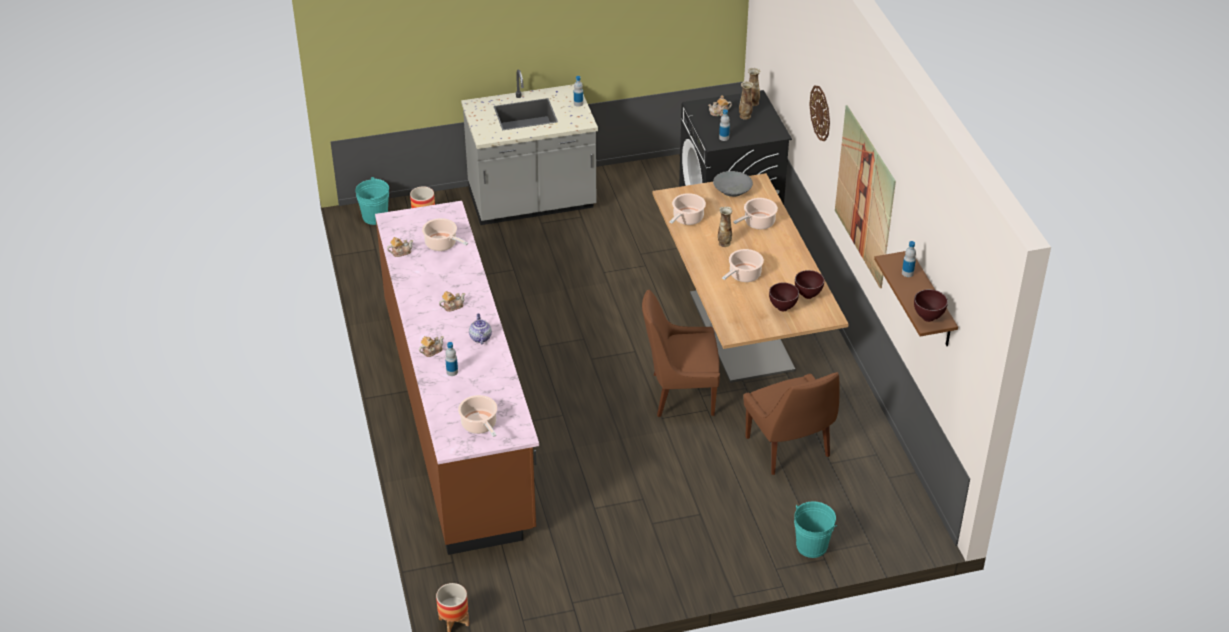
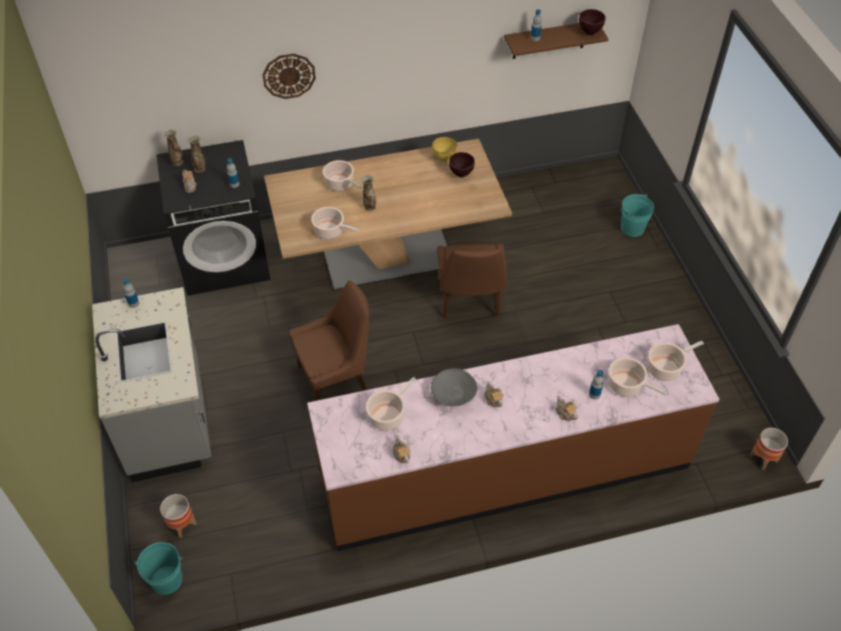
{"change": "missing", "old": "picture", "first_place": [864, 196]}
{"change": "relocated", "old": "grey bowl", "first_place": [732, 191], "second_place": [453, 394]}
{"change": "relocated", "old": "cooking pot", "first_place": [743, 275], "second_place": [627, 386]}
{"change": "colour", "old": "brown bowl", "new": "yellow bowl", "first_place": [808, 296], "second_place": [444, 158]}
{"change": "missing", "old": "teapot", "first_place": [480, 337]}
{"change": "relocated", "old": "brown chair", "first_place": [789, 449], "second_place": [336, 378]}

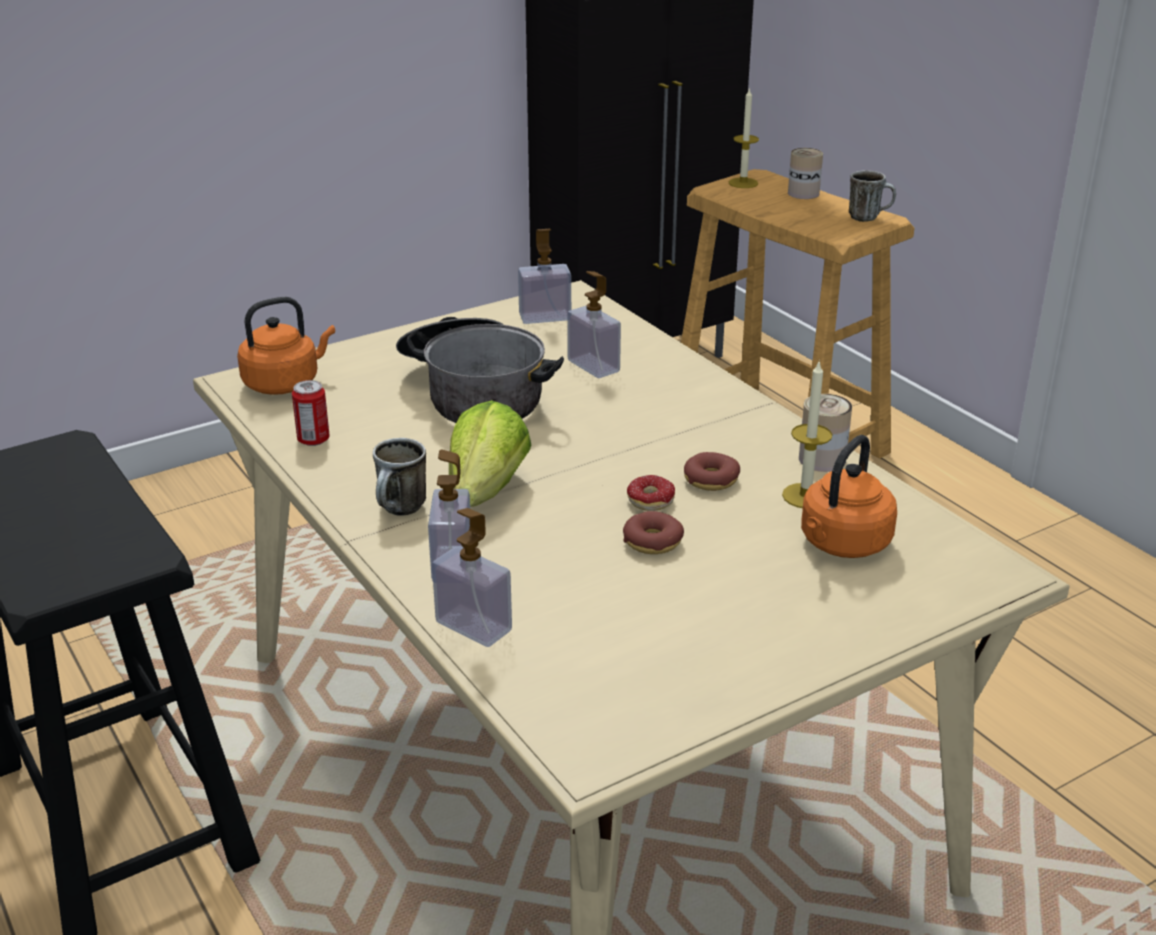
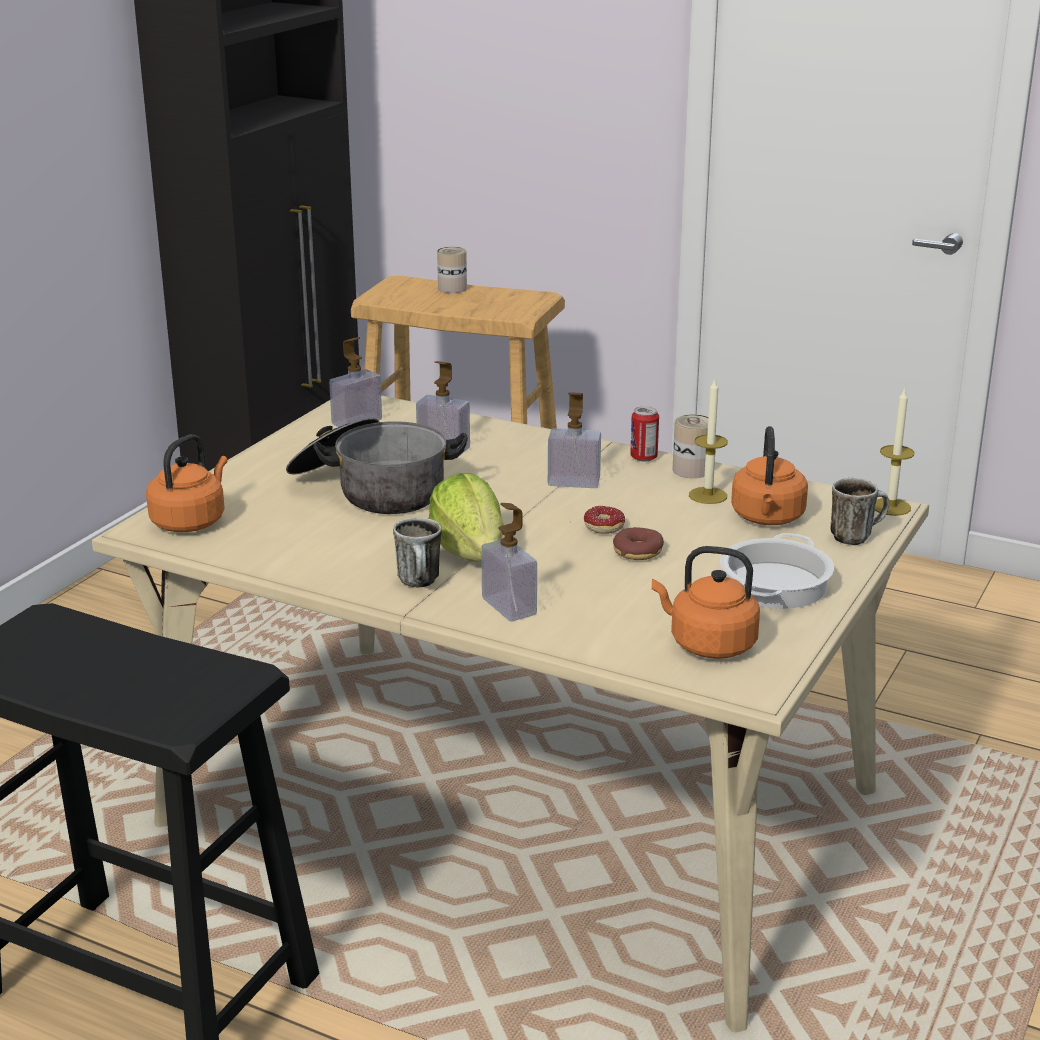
{"change": "relocated", "old": "candle", "first_place": [743, 183], "second_place": [891, 507]}
{"change": "relocated", "old": "mug", "first_place": [869, 217], "second_place": [856, 536]}
{"change": "relocated", "old": "can", "first_place": [313, 440], "second_place": [643, 457]}
{"change": "missing", "old": "donut", "first_place": [711, 480]}
{"change": "relocated", "old": "soap dispenser", "first_place": [473, 626], "second_place": [573, 482]}
{"change": "appeared", "new": "cooking pot", "second_place": [776, 585]}
{"change": "appeared", "new": "orange kettle", "second_place": [708, 644]}

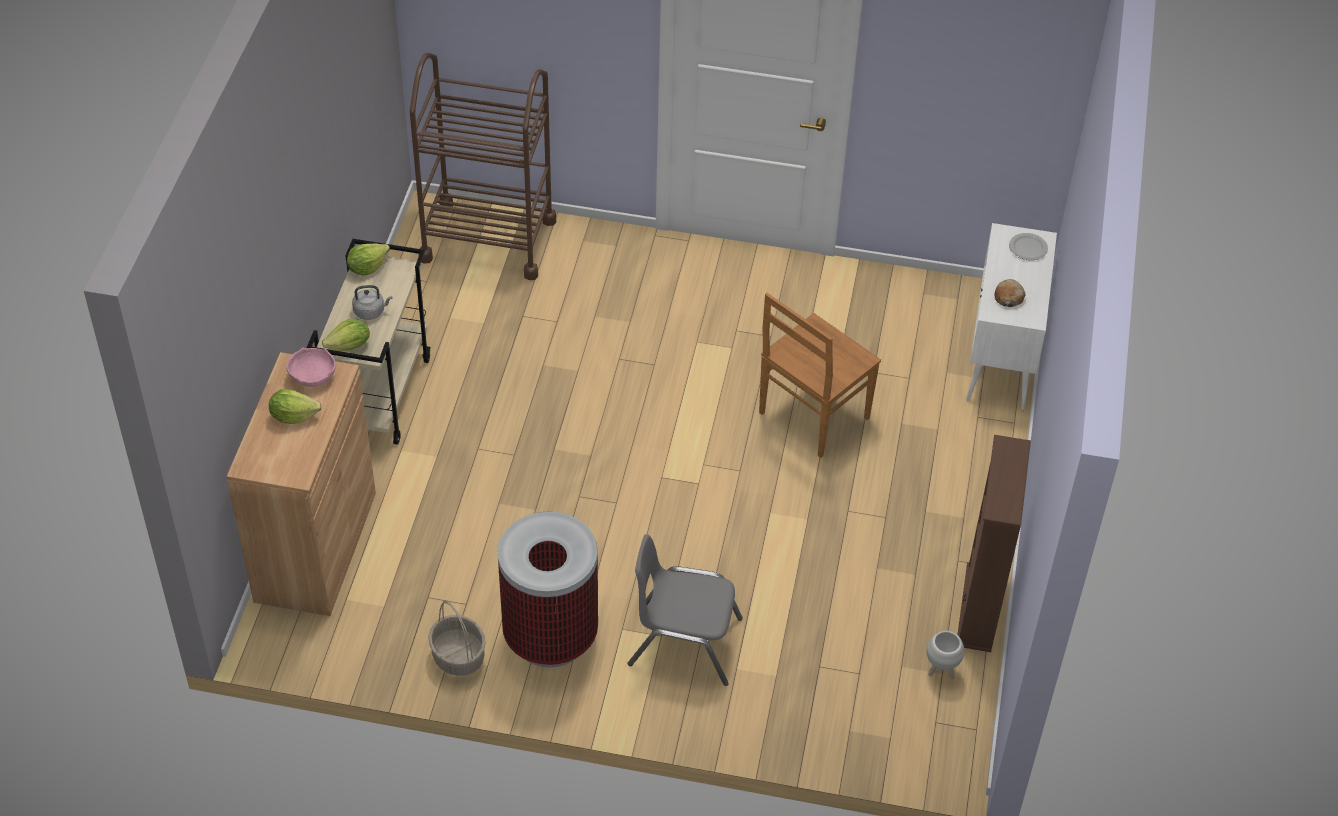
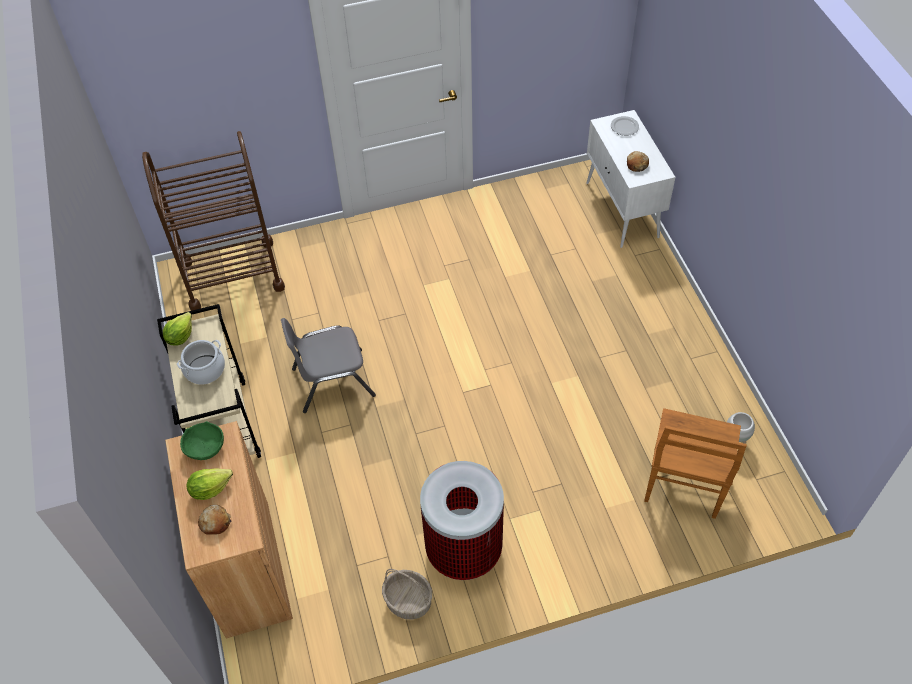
{"change": "exchanged", "old": "grey kettle", "new": "cooking pot", "first_place": [371, 311], "second_place": [205, 369]}
{"change": "relocated", "old": "brown chair", "first_place": [811, 417], "second_place": [683, 485]}
{"change": "missing", "old": "lettuce", "first_place": [350, 346]}
{"change": "colour", "old": "pink bowl", "new": "green bowl", "first_place": [313, 376], "second_place": [205, 447]}
{"change": "missing", "old": "brown bookcase", "first_place": [979, 607]}
{"change": "relocated", "old": "grey chair", "first_place": [684, 642], "second_place": [332, 381]}
{"change": "appeared", "new": "bread", "second_place": [215, 522]}

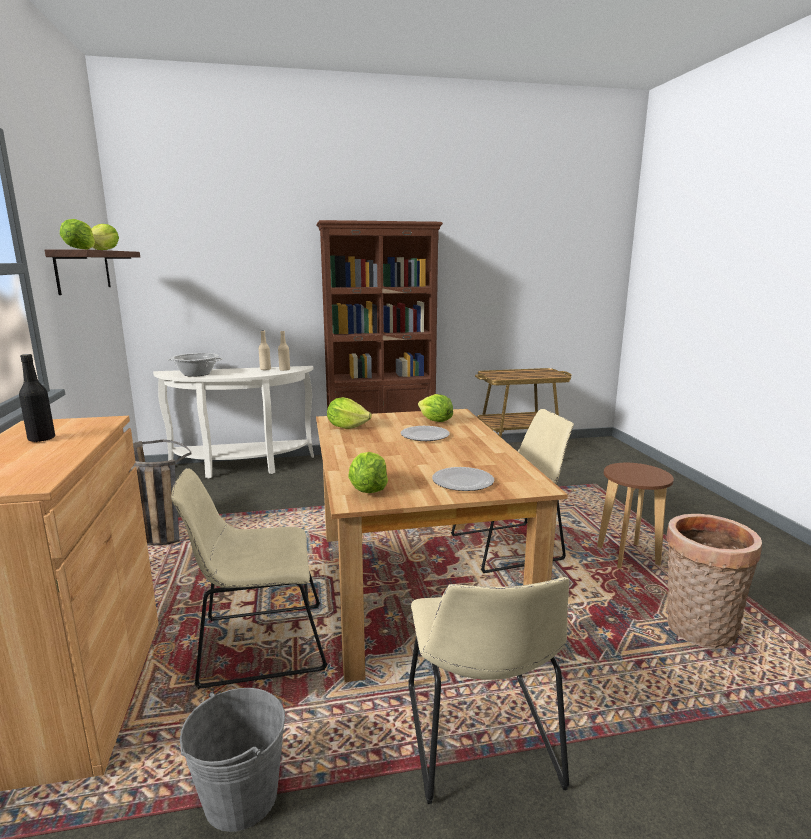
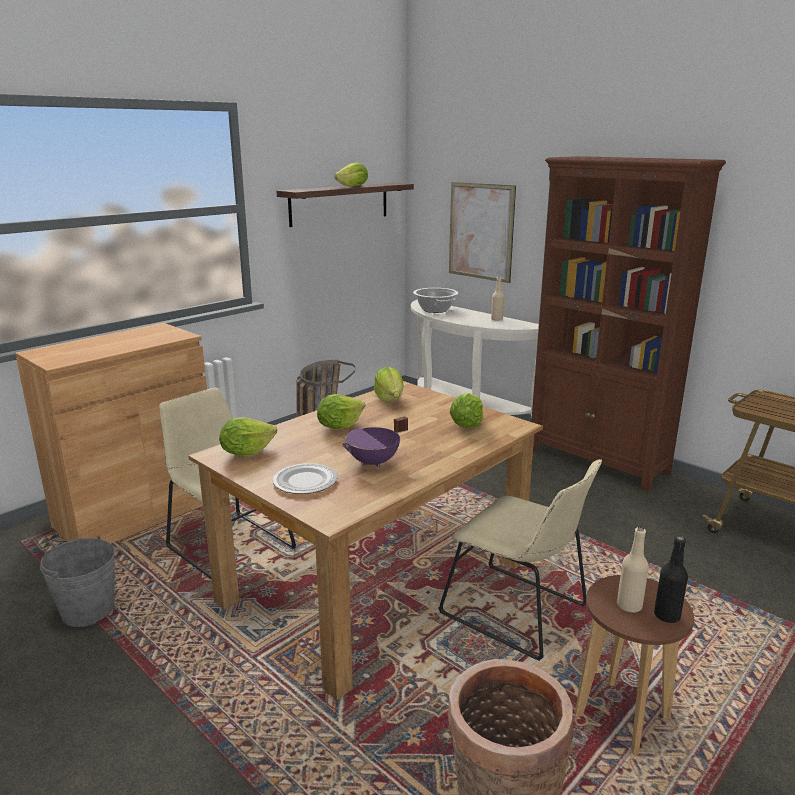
{"change": "relocated", "old": "lettuce", "first_place": [80, 249], "second_place": [339, 426]}
{"change": "relocated", "old": "beige bottle", "first_place": [284, 370], "second_place": [629, 606]}
{"change": "relocated", "old": "black bottle", "first_place": [41, 439], "second_place": [667, 616]}
{"change": "missing", "old": "plate", "first_place": [425, 435]}
{"change": "missing", "old": "beige chair", "first_place": [481, 740]}
{"change": "appeared", "new": "picture", "second_place": [480, 231]}
{"change": "appeared", "new": "purple cooking pot", "second_place": [374, 463]}

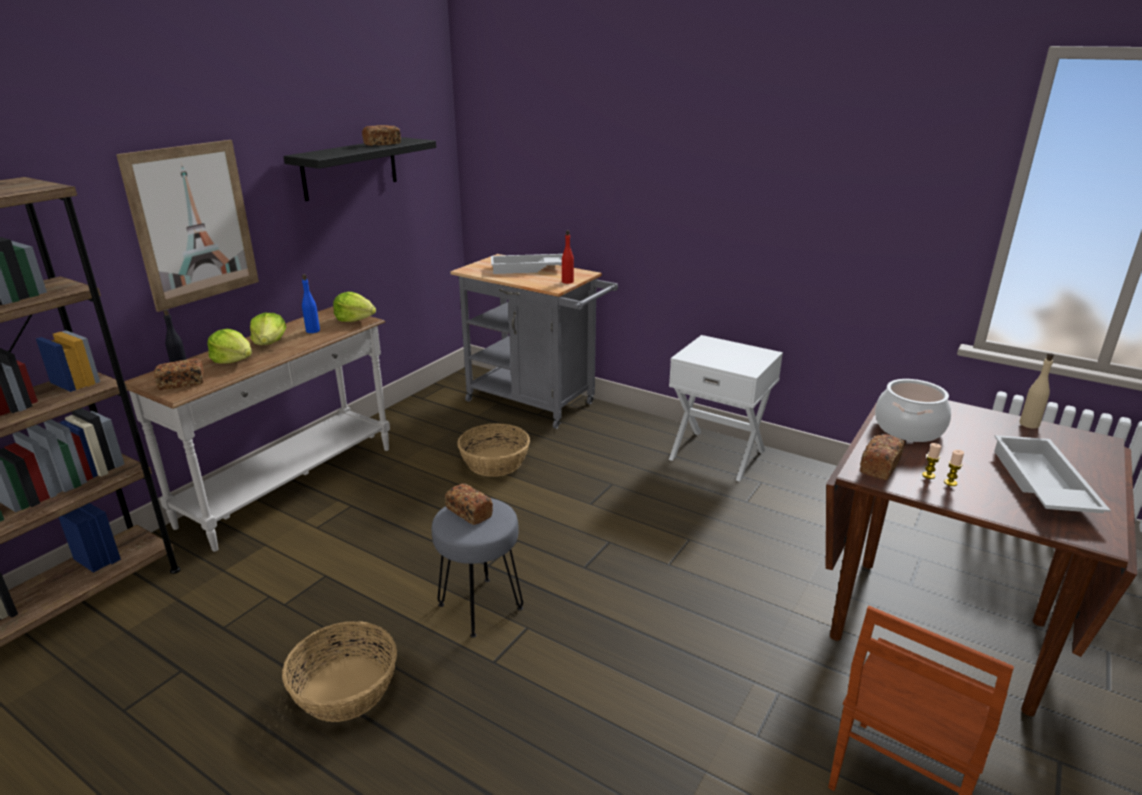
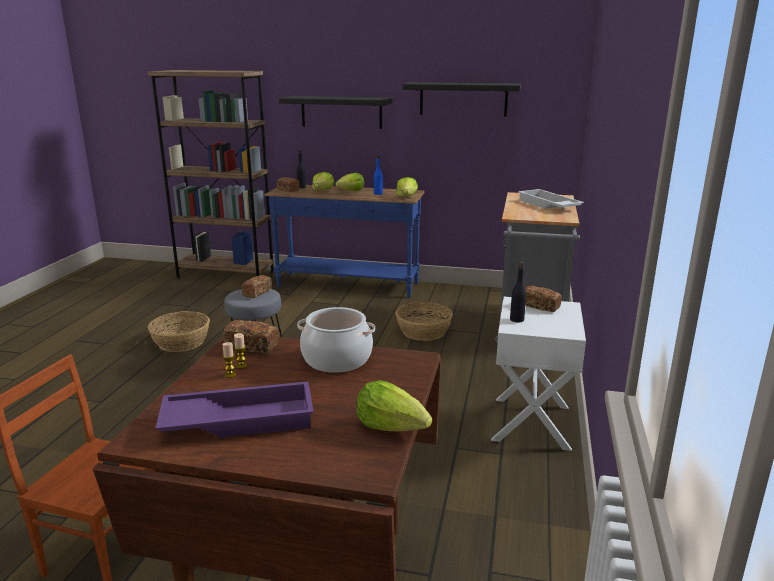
{"change": "relocated", "old": "bread", "first_place": [382, 144], "second_place": [540, 306]}
{"change": "exchanged", "old": "picture", "new": "black shelf", "first_place": [193, 224], "second_place": [341, 112]}
{"change": "missing", "old": "red bottle", "first_place": [567, 282]}
{"change": "colour", "old": "white console table", "new": "blue console table", "first_place": [291, 486], "second_place": [347, 285]}
{"change": "exchanged", "old": "beige bottle", "new": "lettuce", "first_place": [1029, 424], "second_place": [392, 426]}
{"change": "colour", "old": "white tray", "new": "purple tray", "first_place": [1039, 484], "second_place": [240, 419]}
{"change": "appeared", "new": "black bottle", "second_place": [516, 319]}

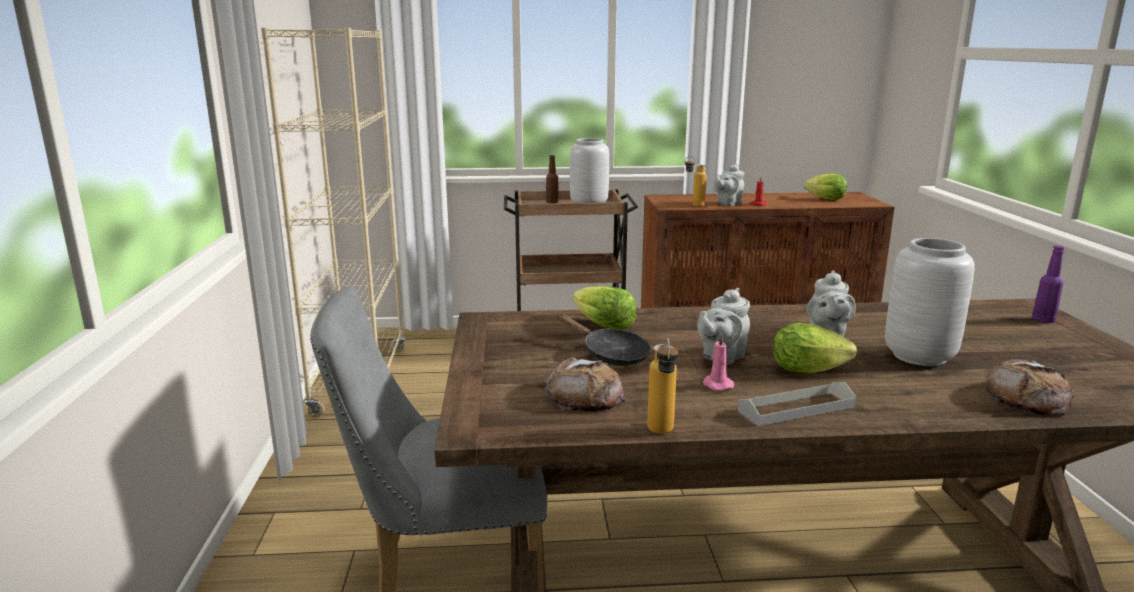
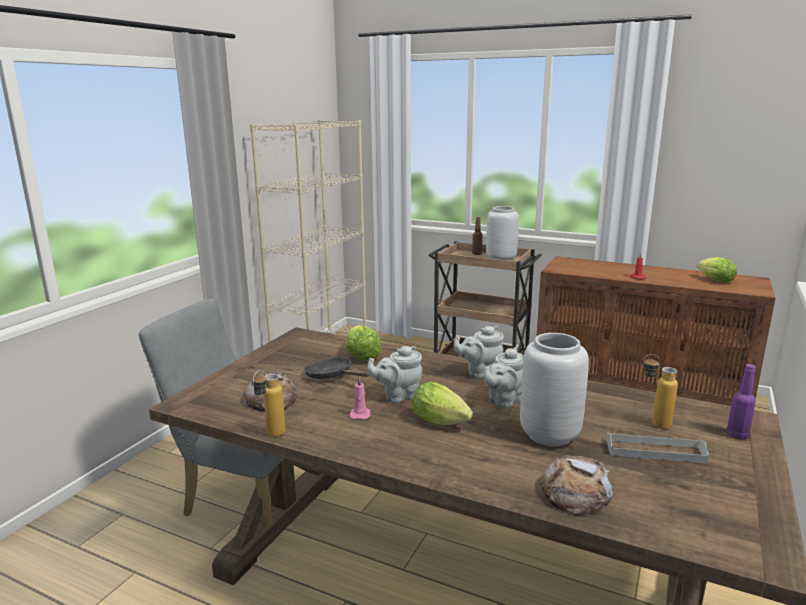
{"change": "relocated", "old": "bottle", "first_place": [693, 205], "second_place": [653, 423]}
{"change": "relocated", "old": "grey teapot", "first_place": [727, 204], "second_place": [480, 373]}
{"change": "spun", "old": "black frying pan", "first_place": [610, 354], "second_place": [332, 376], "degrees": 150}
{"change": "relocated", "old": "grey tray", "first_place": [796, 408], "second_place": [655, 451]}

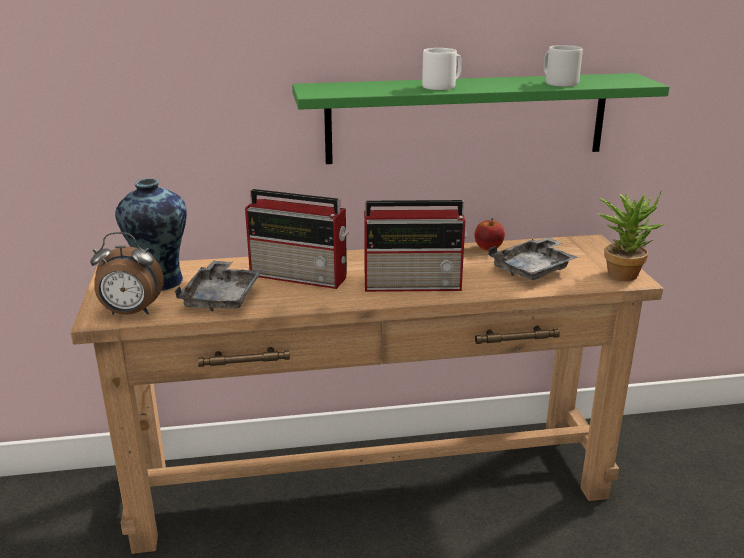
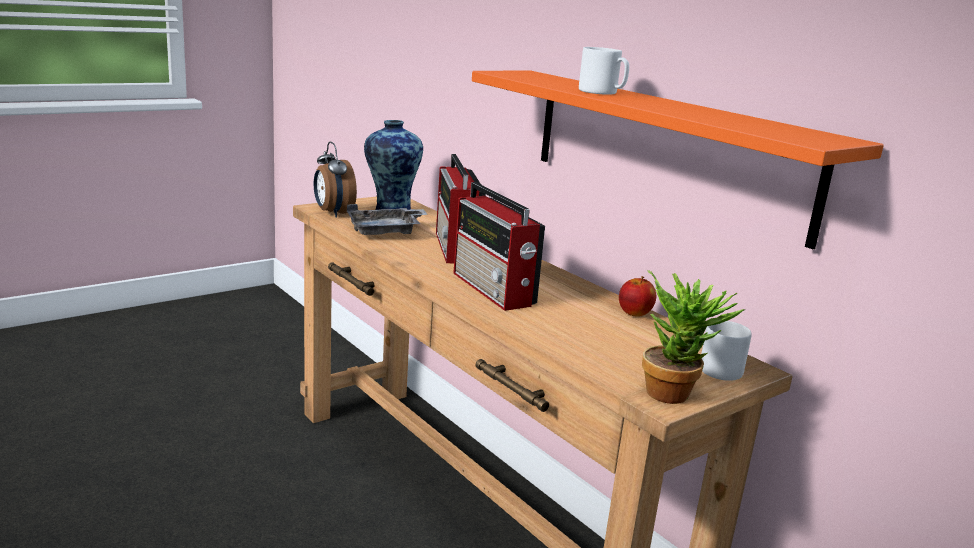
{"change": "relocated", "old": "grey mug", "first_place": [558, 83], "second_place": [722, 369]}
{"change": "colour", "old": "green shelf", "new": "orange shelf", "first_place": [467, 118], "second_place": [665, 149]}
{"change": "missing", "old": "grey tray", "first_place": [533, 269]}

